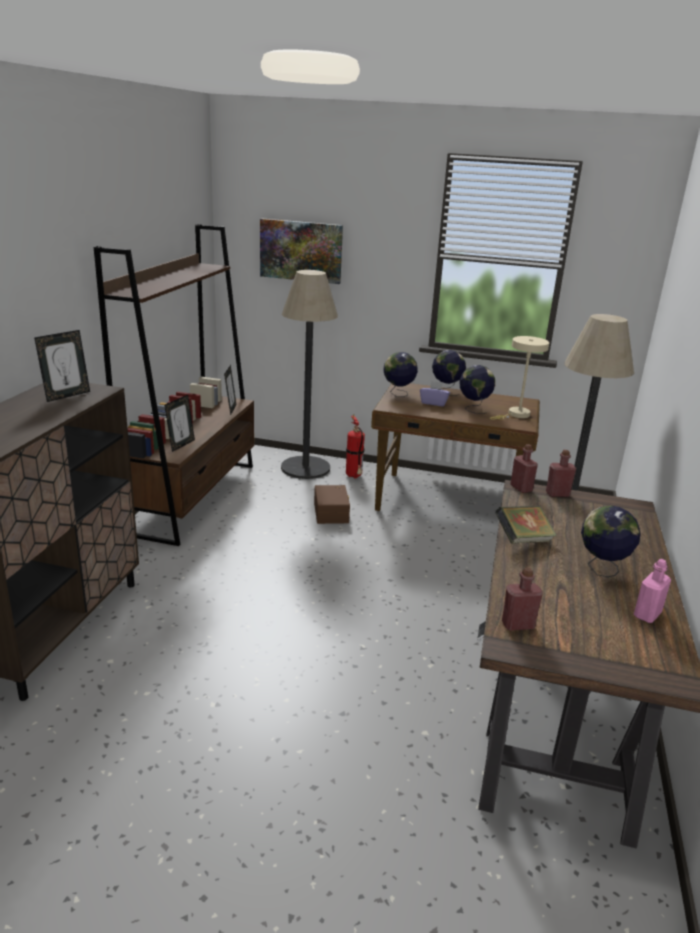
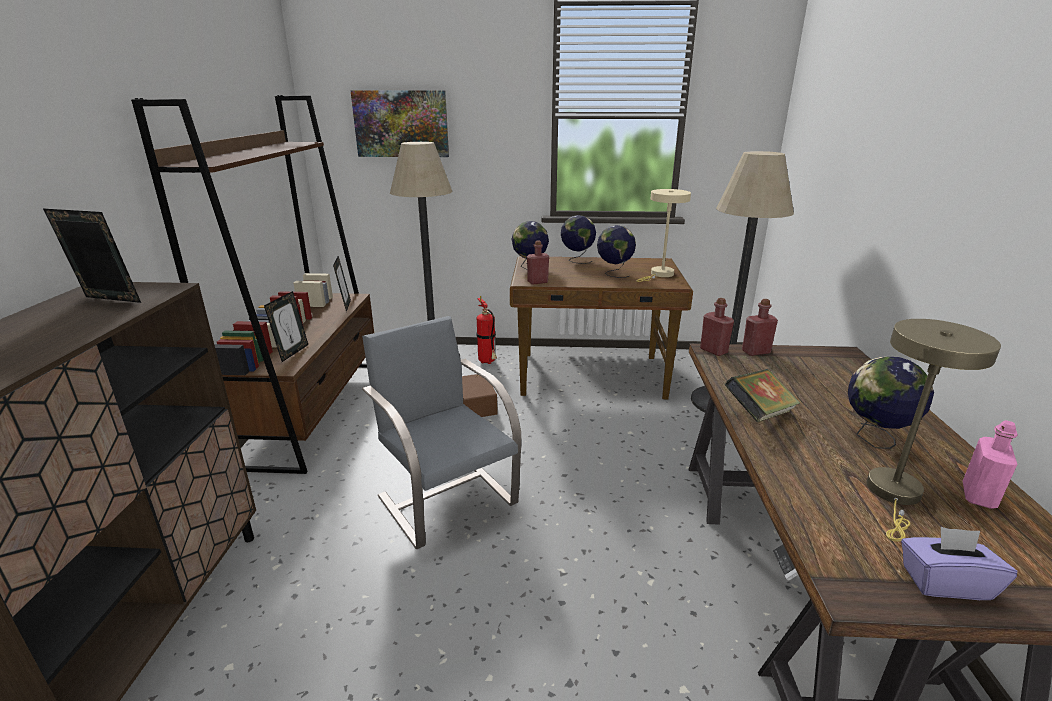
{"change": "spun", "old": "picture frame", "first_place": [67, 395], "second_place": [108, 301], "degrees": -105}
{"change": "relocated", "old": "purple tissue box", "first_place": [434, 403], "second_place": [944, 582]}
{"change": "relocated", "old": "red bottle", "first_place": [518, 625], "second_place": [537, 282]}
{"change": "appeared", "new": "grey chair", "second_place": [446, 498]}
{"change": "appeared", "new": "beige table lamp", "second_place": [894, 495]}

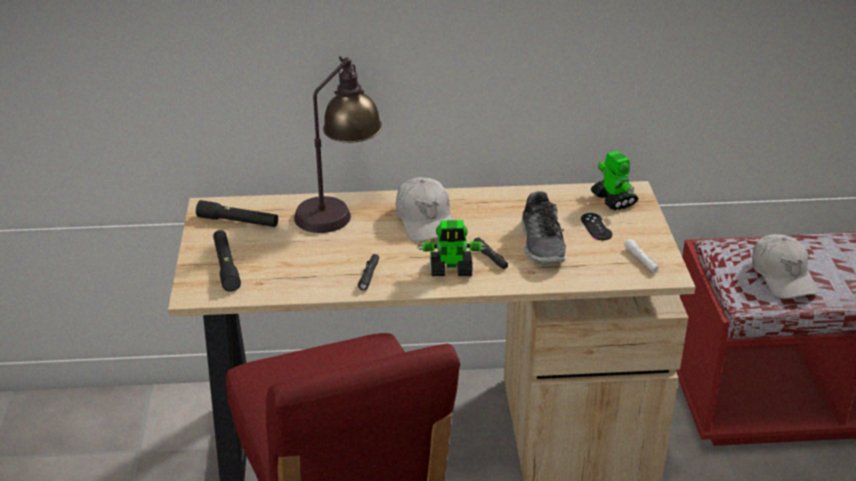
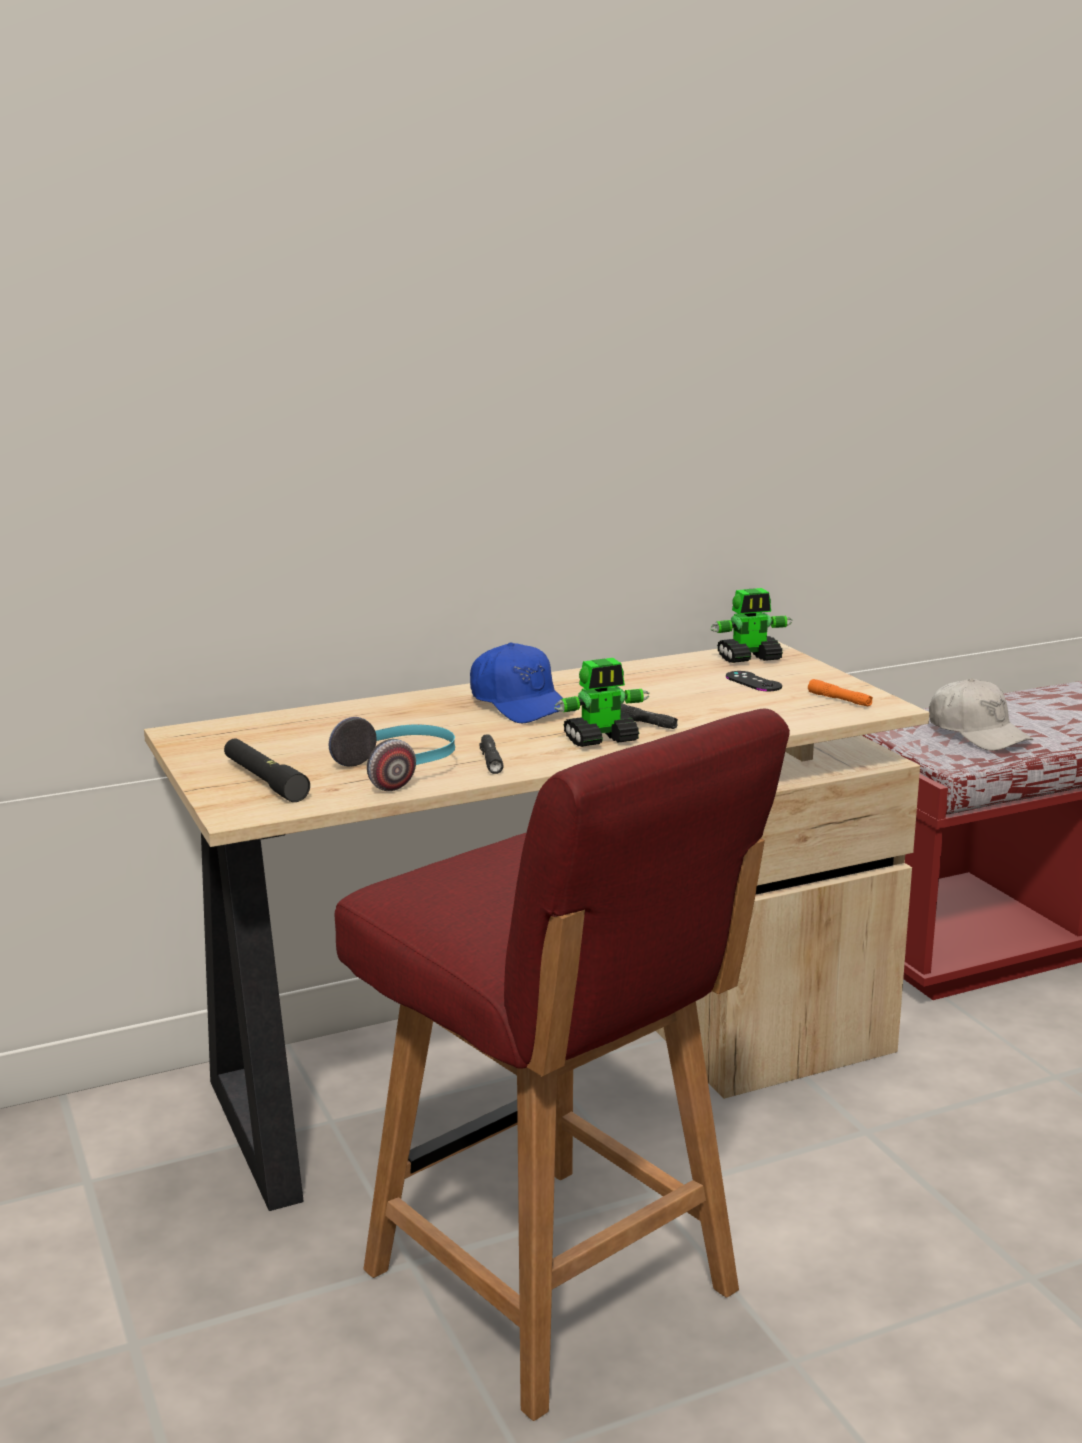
{"change": "missing", "old": "table lamp", "first_place": [339, 208]}
{"change": "spun", "old": "toy robot", "first_place": [613, 199], "second_place": [750, 658], "degrees": 120}
{"change": "colour", "old": "white cap", "new": "blue cap", "first_place": [425, 220], "second_place": [520, 704]}
{"change": "missing", "old": "shoe", "first_place": [542, 244]}
{"change": "missing", "old": "black flashlight", "first_place": [238, 221]}
{"change": "colour", "old": "white flashlight", "new": "orange flashlight", "first_place": [641, 260], "second_place": [840, 700]}
{"change": "appeared", "new": "headphones", "second_place": [400, 771]}

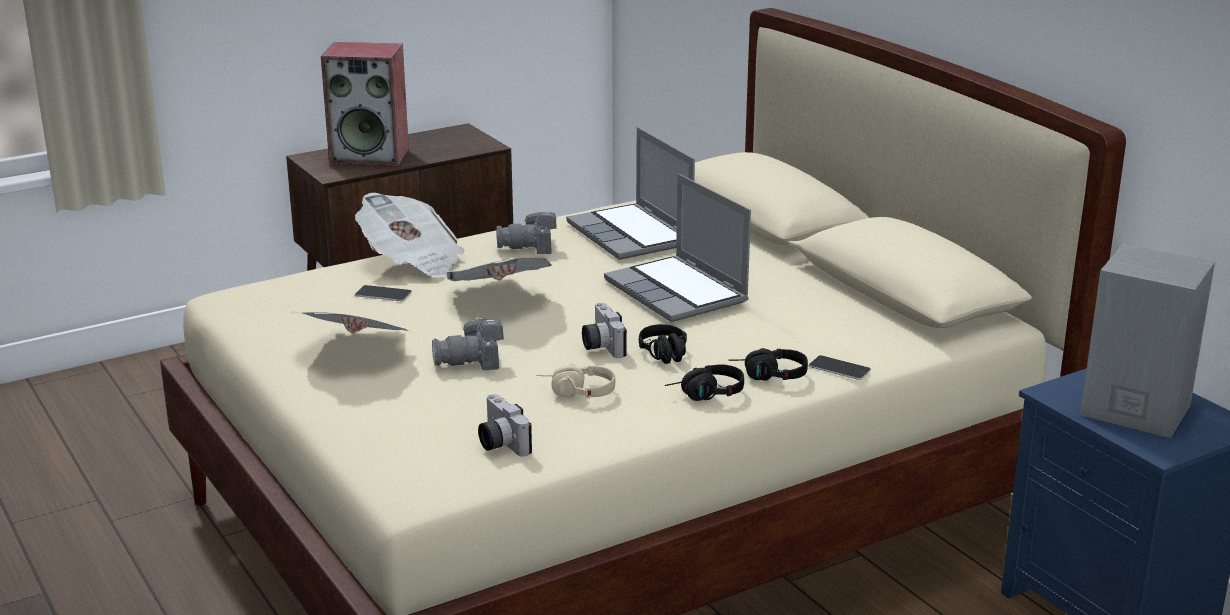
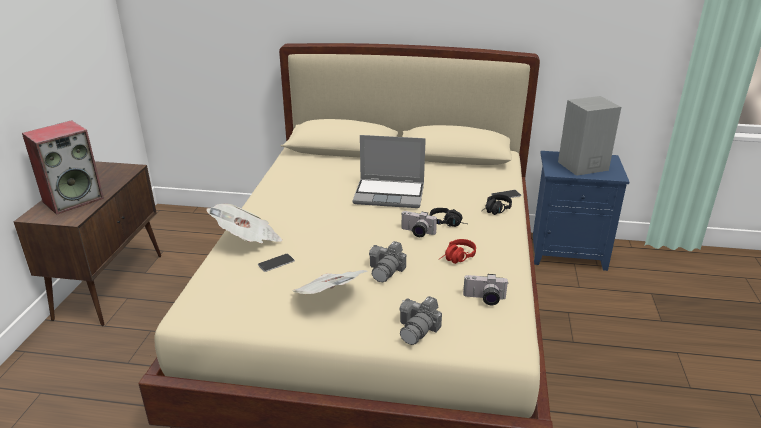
{"change": "missing", "old": "laptop", "first_place": [632, 235]}
{"change": "relocated", "old": "photo camera", "first_place": [530, 246], "second_place": [418, 329]}
{"change": "missing", "old": "newspaper", "first_place": [498, 297]}
{"change": "colour", "old": "beige headphones", "new": "red headphones", "first_place": [575, 393], "second_place": [456, 258]}
{"change": "missing", "old": "black headphones", "first_place": [705, 395]}

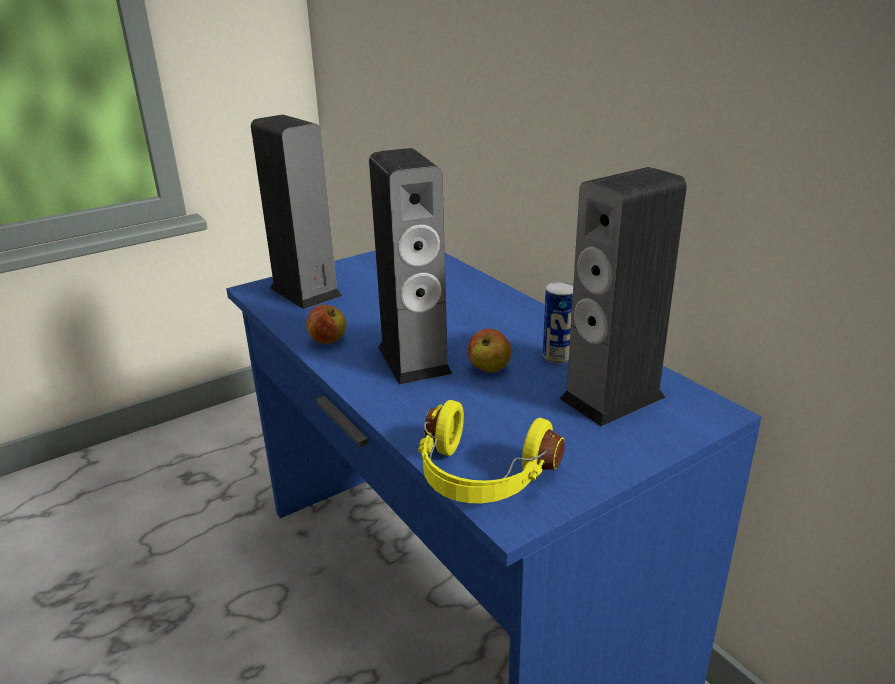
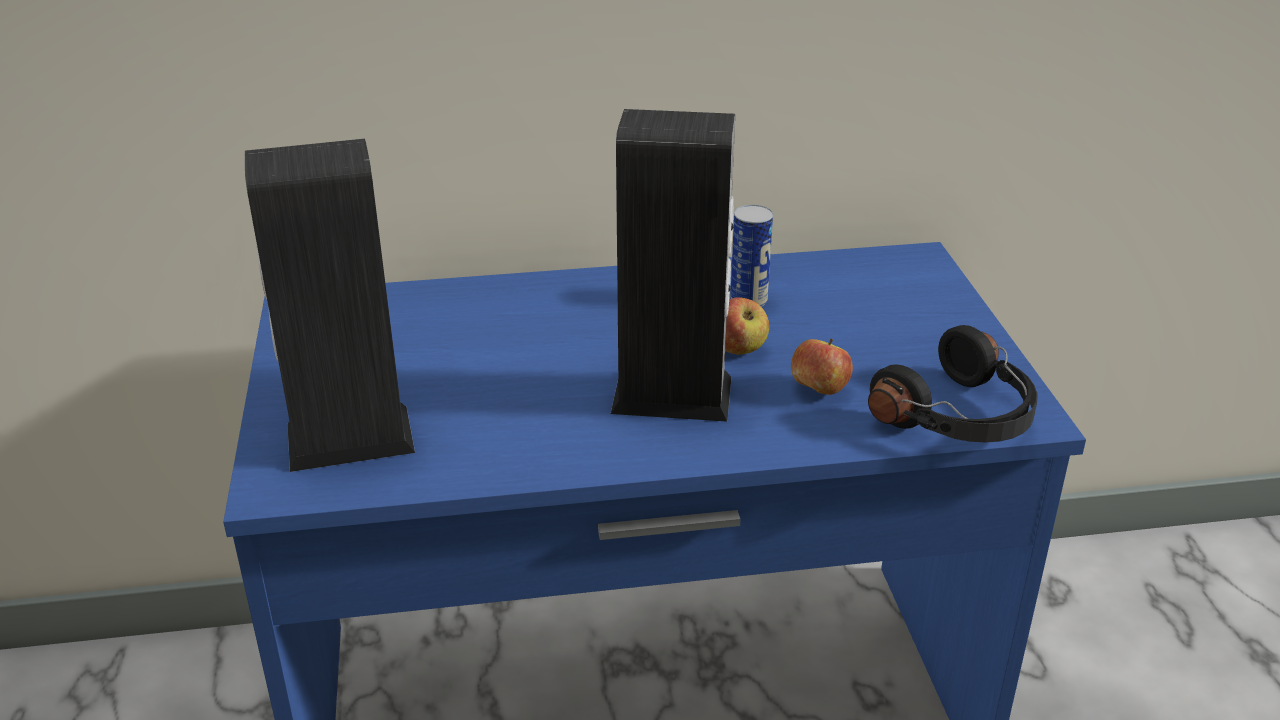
{"change": "missing", "old": "speaker", "first_place": [612, 398]}
{"change": "relocated", "old": "apple", "first_place": [328, 341], "second_place": [819, 390]}
{"change": "colour", "old": "yellow headphones", "new": "black headphones", "first_place": [481, 477], "second_place": [959, 418]}

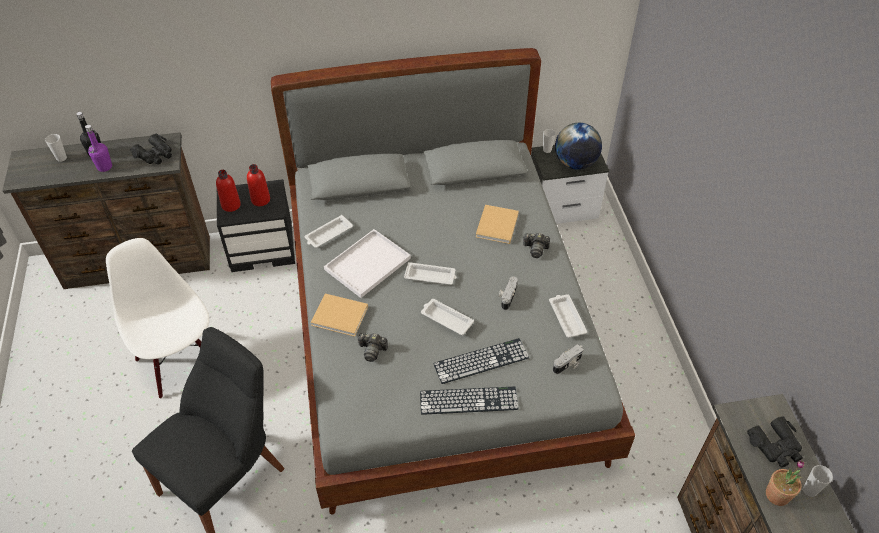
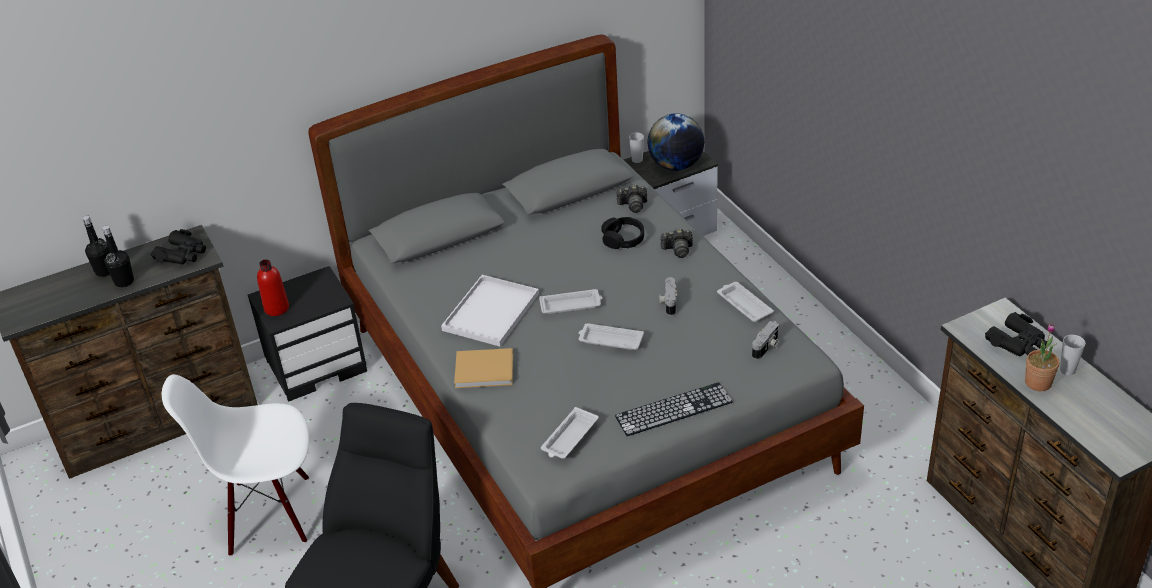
{"change": "colour", "old": "purple bottle", "new": "black bottle", "first_place": [104, 167], "second_place": [124, 282]}
{"change": "missing", "old": "cup", "first_place": [61, 158]}
{"change": "missing", "old": "red bottle", "first_place": [260, 200]}
{"change": "exchanged", "old": "beige book", "new": "black headphones", "first_place": [496, 226], "second_place": [623, 239]}
{"change": "relocated", "old": "white tray", "first_place": [328, 234], "second_place": [569, 438]}
{"change": "spun", "old": "white chair", "first_place": [180, 362], "second_place": [269, 514], "degrees": -45}
{"change": "relocated", "old": "photo camera", "first_place": [372, 350], "second_place": [633, 205]}
{"change": "missing", "old": "keyboard", "first_place": [481, 361]}

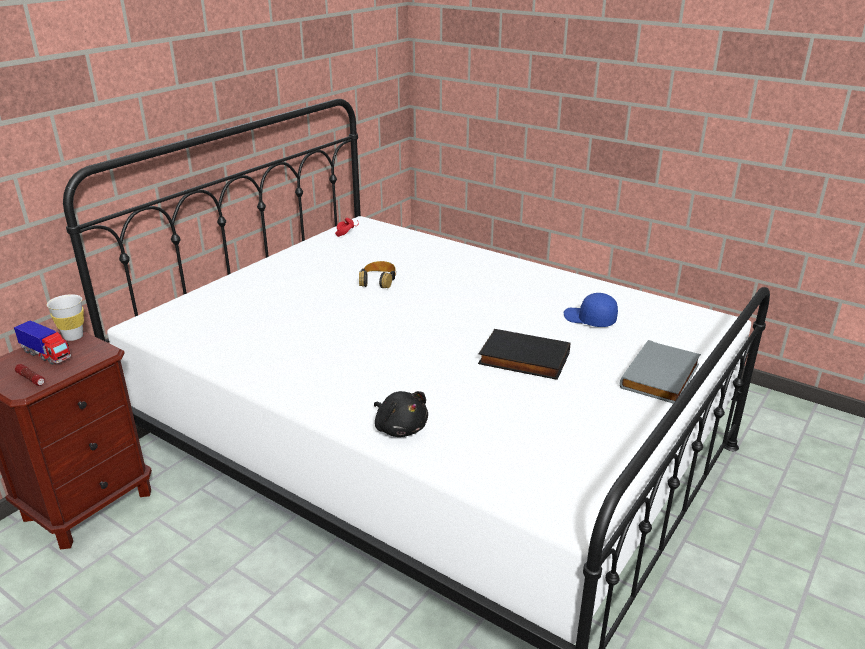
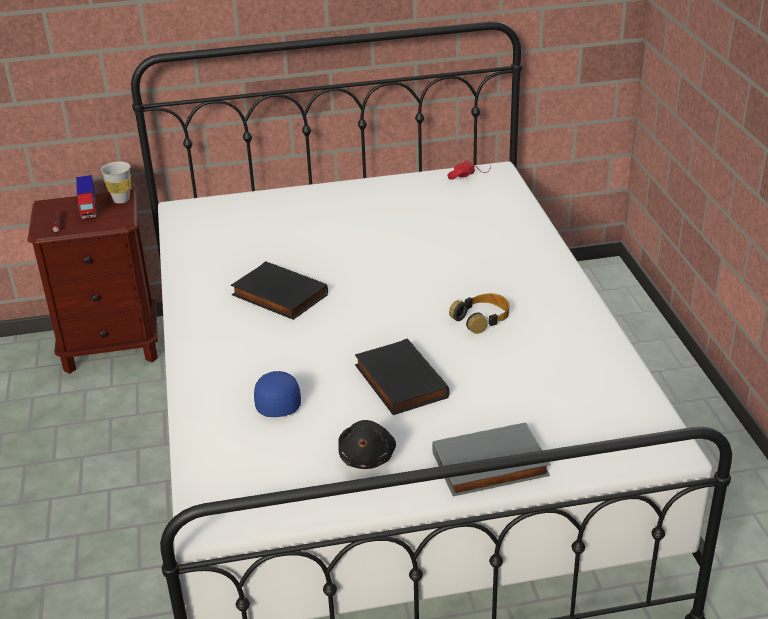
{"change": "relocated", "old": "headphones", "first_place": [378, 280], "second_place": [482, 318]}
{"change": "relocated", "old": "blue cap", "first_place": [589, 319], "second_place": [276, 400]}
{"change": "relocated", "old": "black plush toy", "first_place": [400, 428], "second_place": [367, 457]}
{"change": "appeared", "new": "black book", "second_place": [278, 296]}

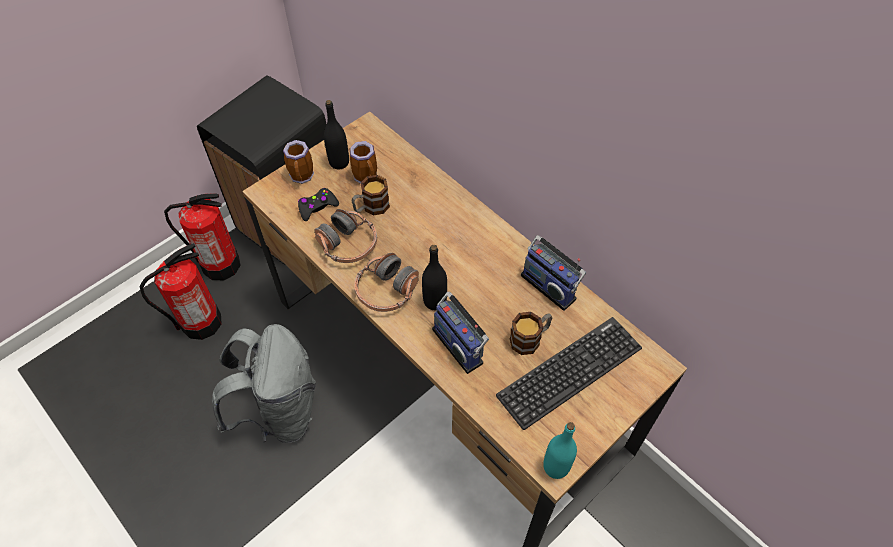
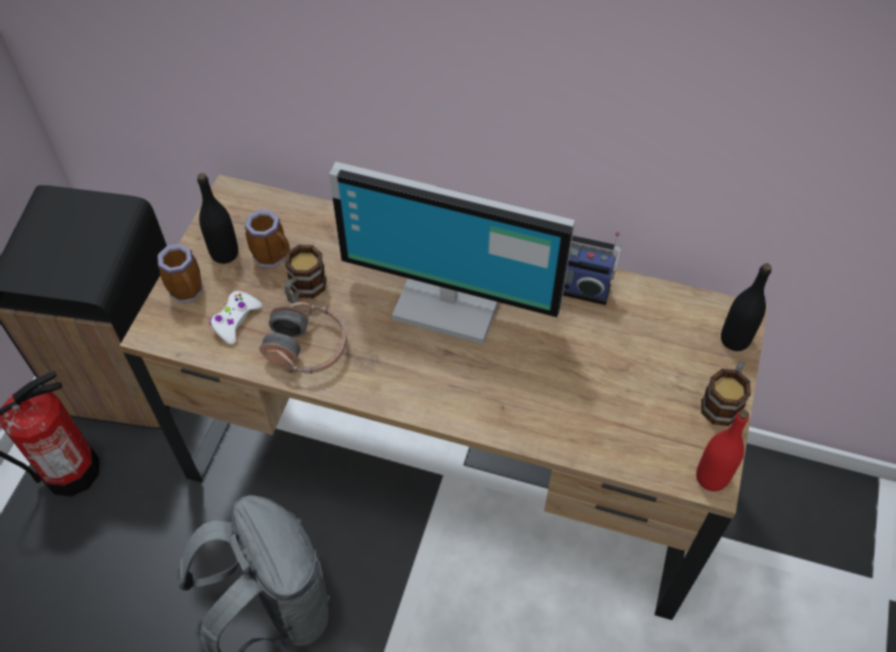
{"change": "colour", "old": "black game controller", "new": "white game controller", "first_place": [317, 207], "second_place": [235, 320]}
{"change": "missing", "old": "fire extinguisher", "first_place": [200, 322]}
{"change": "relocated", "old": "black bottle", "first_place": [435, 301], "second_place": [735, 339]}
{"change": "missing", "old": "headphones", "first_place": [386, 290]}
{"change": "missing", "old": "radio", "first_place": [460, 344]}
{"change": "relocated", "old": "mug", "first_place": [530, 338], "second_place": [723, 401]}
{"change": "missing", "old": "keyboard", "first_place": [569, 372]}
{"change": "colour", "old": "turquoise bottle", "new": "red bottle", "first_place": [556, 467], "second_place": [711, 477]}
{"change": "appeared", "new": "monitor", "second_place": [450, 300]}

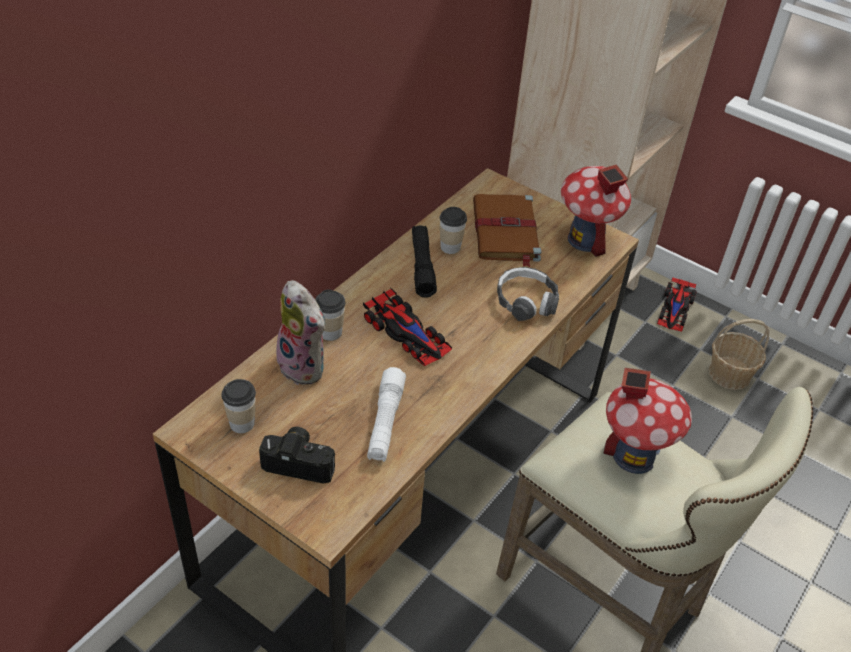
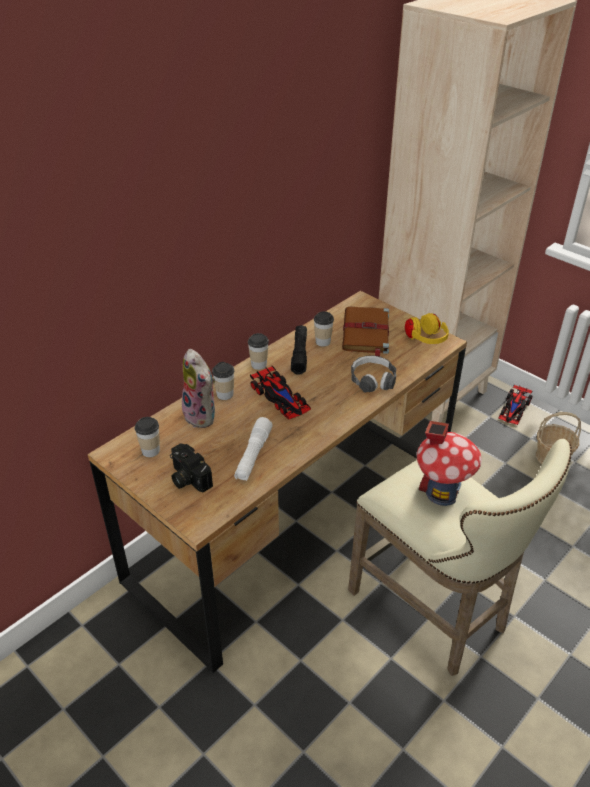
{"change": "exchanged", "old": "toy house", "new": "yellow headphones", "first_place": [585, 240], "second_place": [425, 340]}
{"change": "spun", "old": "photo camera", "first_place": [300, 462], "second_place": [187, 478], "degrees": -150}
{"change": "appeared", "new": "cup", "second_place": [259, 364]}

